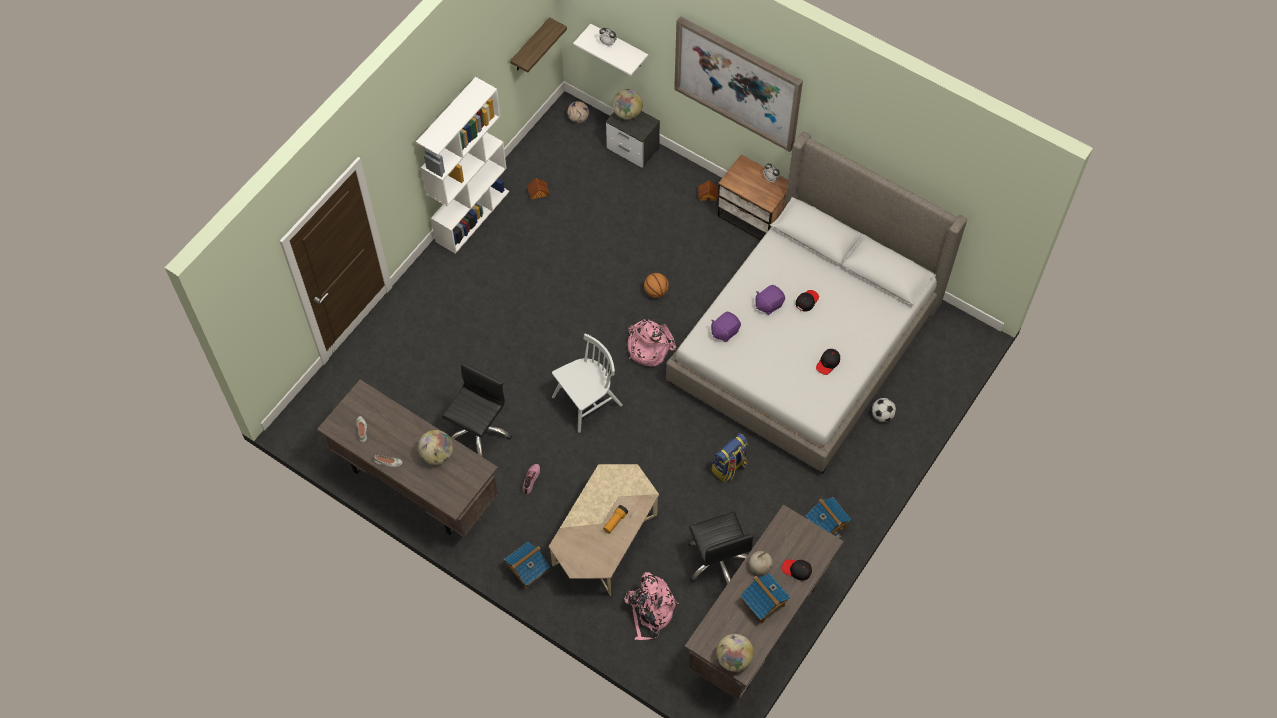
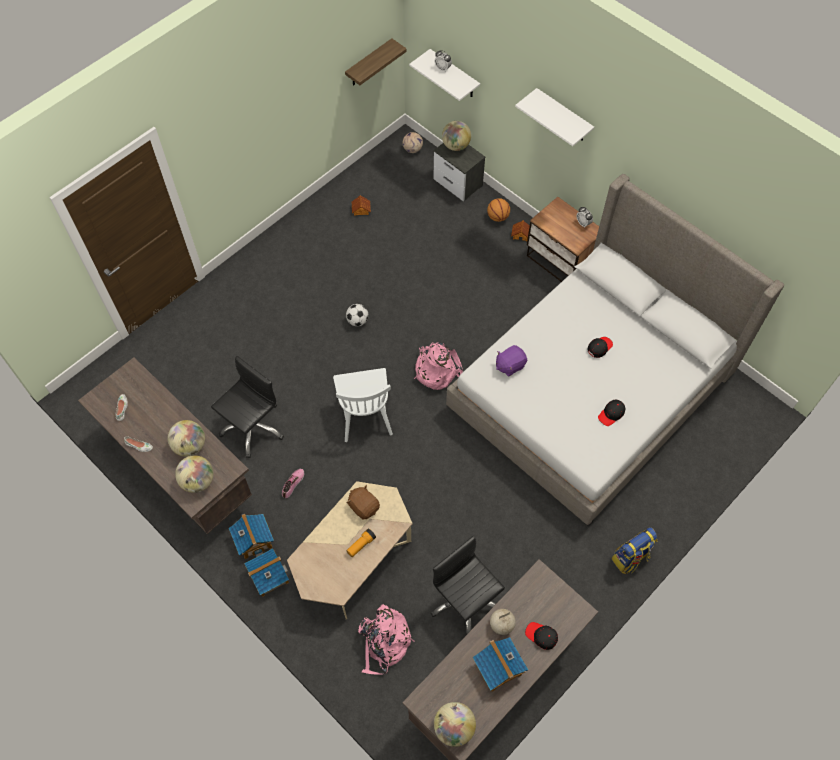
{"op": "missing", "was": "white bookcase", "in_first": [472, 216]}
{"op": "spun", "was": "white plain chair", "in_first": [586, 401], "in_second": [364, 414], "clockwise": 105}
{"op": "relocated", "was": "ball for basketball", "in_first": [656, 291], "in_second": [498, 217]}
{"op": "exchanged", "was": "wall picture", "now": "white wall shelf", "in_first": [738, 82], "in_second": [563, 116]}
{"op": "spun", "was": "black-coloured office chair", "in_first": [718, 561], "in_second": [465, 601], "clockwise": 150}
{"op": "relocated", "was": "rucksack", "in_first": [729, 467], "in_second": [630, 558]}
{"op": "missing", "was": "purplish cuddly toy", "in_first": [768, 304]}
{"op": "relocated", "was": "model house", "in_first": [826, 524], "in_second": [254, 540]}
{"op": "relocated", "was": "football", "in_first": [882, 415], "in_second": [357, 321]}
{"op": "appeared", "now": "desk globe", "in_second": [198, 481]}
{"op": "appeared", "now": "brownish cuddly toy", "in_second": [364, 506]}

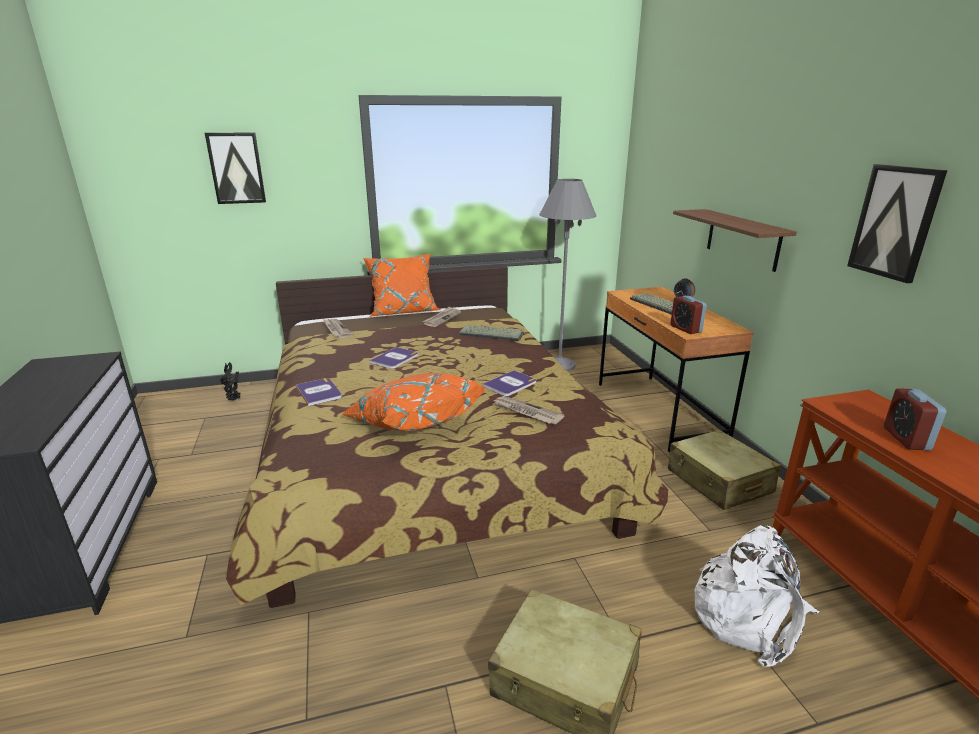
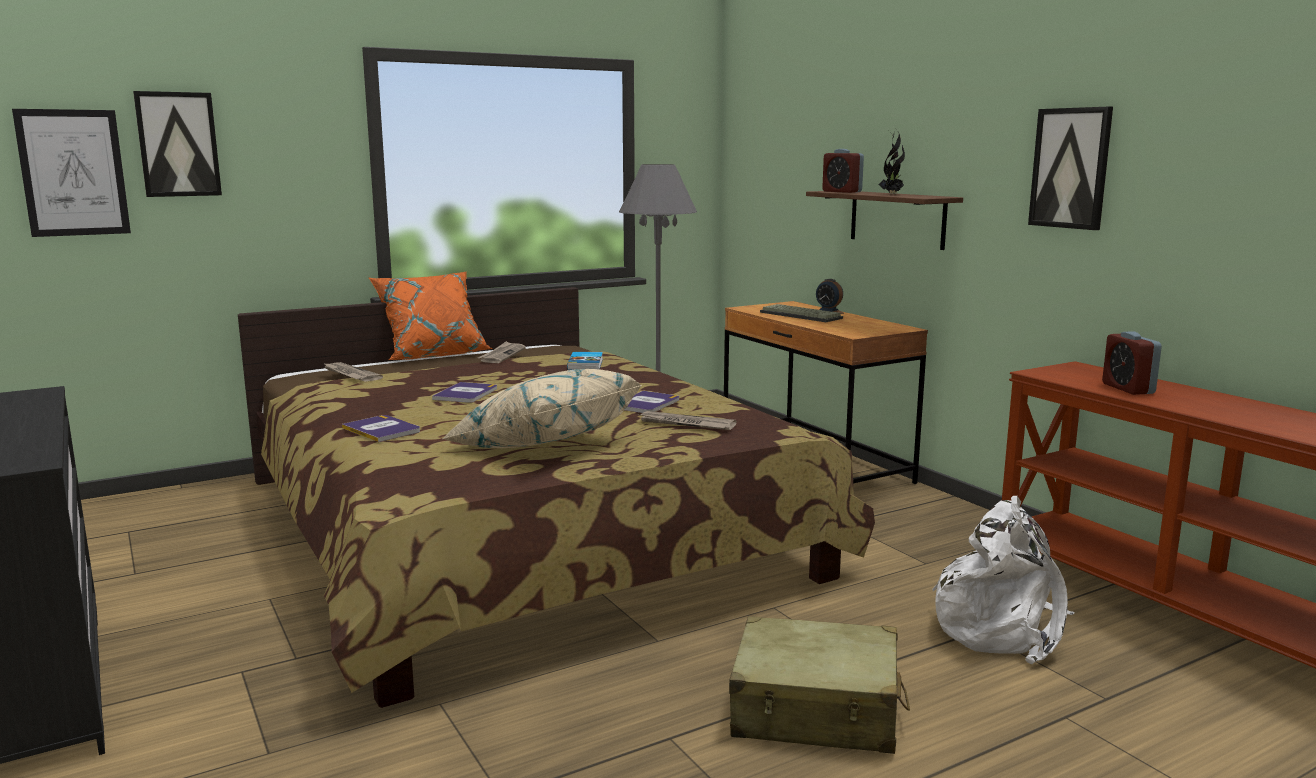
{"op": "relocated", "was": "houseplant", "in_first": [234, 400], "in_second": [892, 194]}
{"op": "colour", "was": "orange pillow", "now": "beige-coloured pillow", "in_first": [413, 423], "in_second": [543, 444]}
{"op": "exchanged", "was": "keyboard", "now": "bound book", "in_first": [492, 334], "in_second": [586, 364]}
{"op": "missing", "was": "beige-coloured piece of luggage", "in_first": [719, 481]}
{"op": "relocated", "was": "alarm clock", "in_first": [685, 329], "in_second": [842, 191]}
{"op": "appeared", "now": "wall picture", "in_second": [73, 173]}

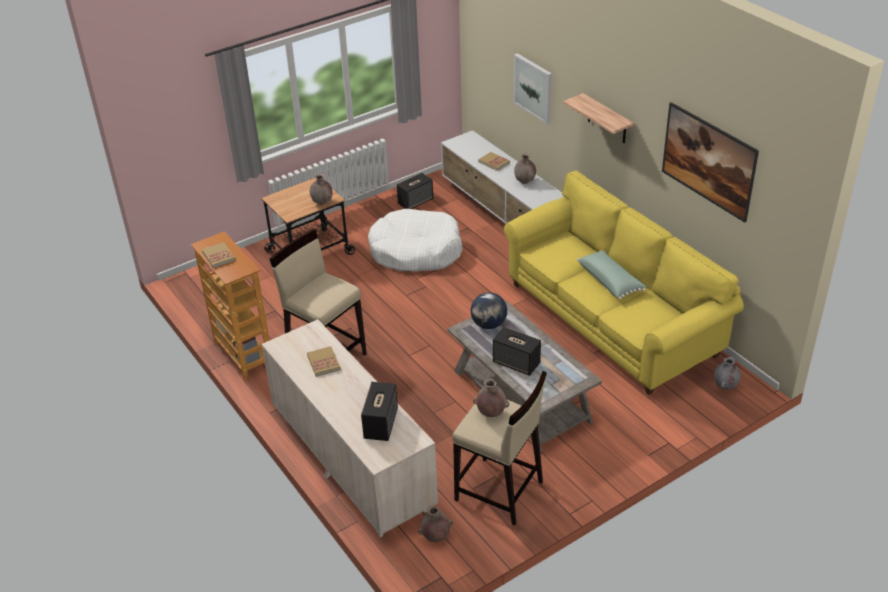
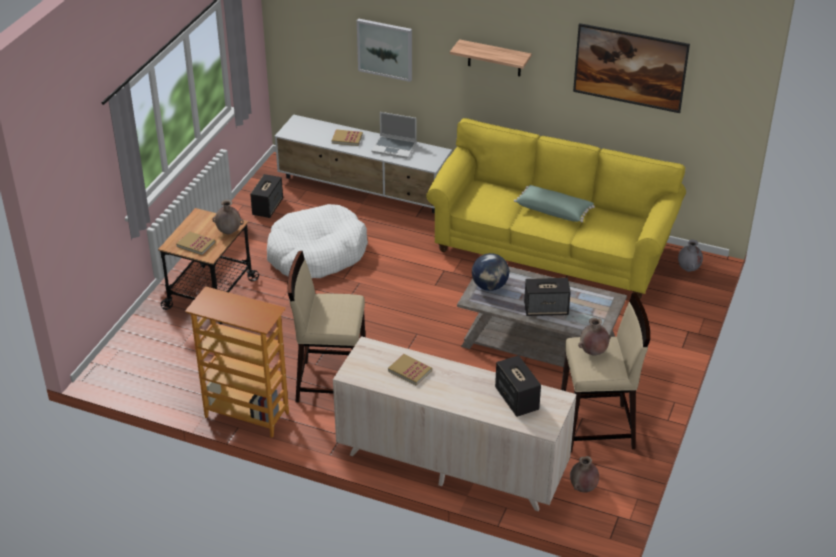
{"op": "relocated", "was": "bound book", "in_first": [218, 256], "in_second": [196, 244]}
{"op": "exchanged", "was": "brownish decorative vase", "now": "notebook computer", "in_first": [525, 182], "in_second": [395, 148]}

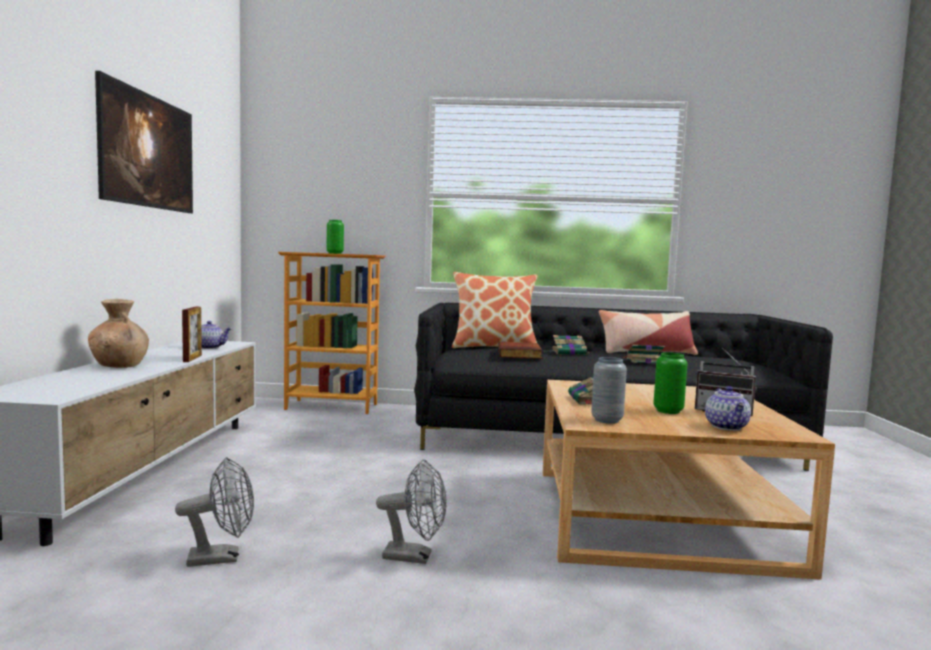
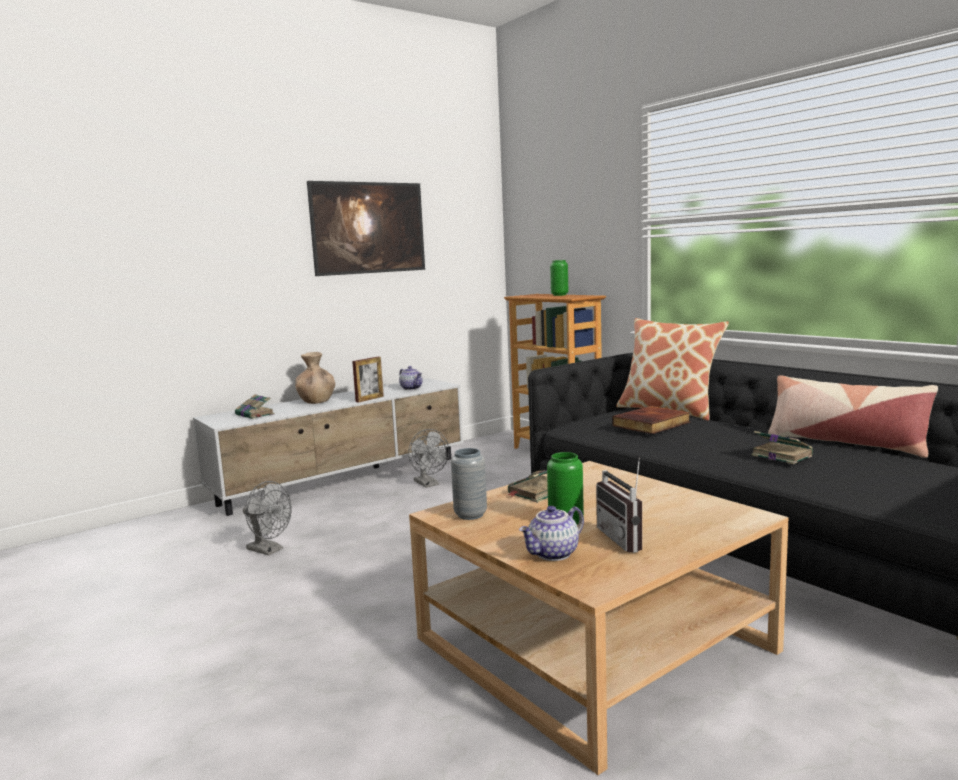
{"op": "relocated", "was": "grey cooling fan", "in_first": [415, 556], "in_second": [429, 484]}
{"op": "relocated", "was": "bound book", "in_first": [569, 353], "in_second": [255, 414]}

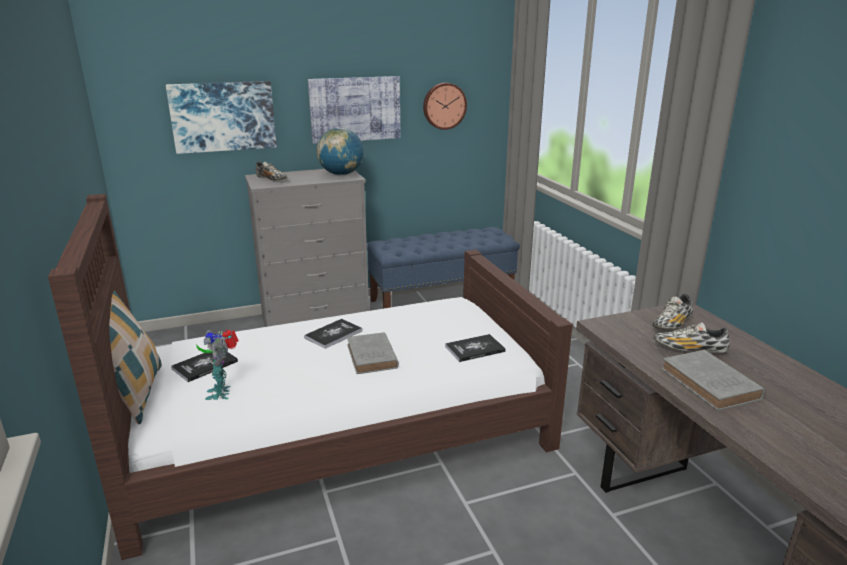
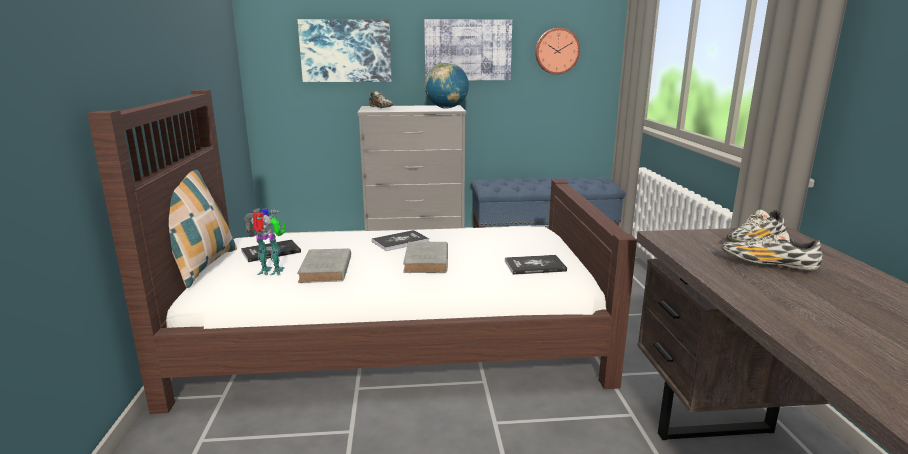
{"op": "spun", "was": "robot figure", "in_first": [222, 392], "in_second": [272, 272], "clockwise": 90}
{"op": "relocated", "was": "grey bound book", "in_first": [711, 385], "in_second": [325, 270]}

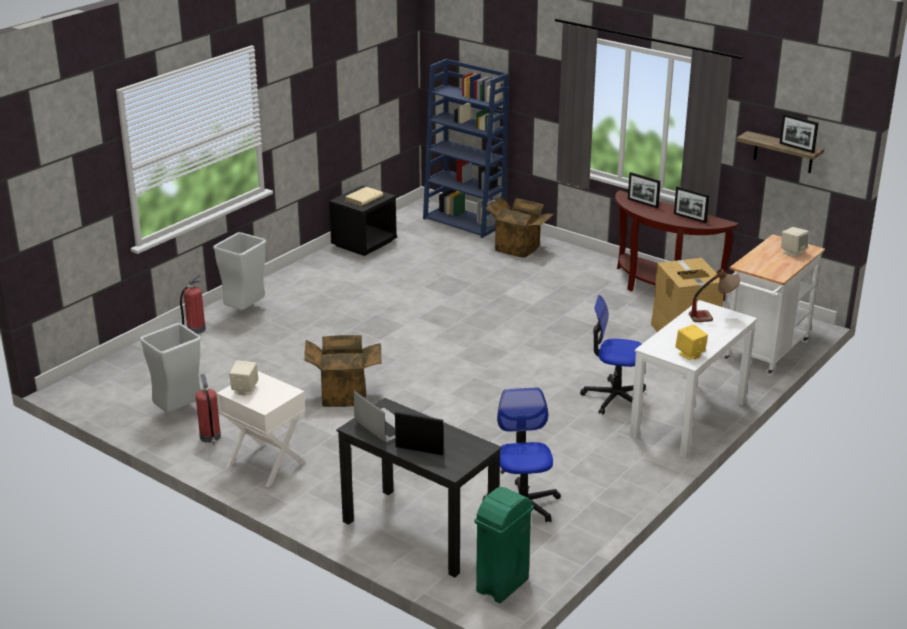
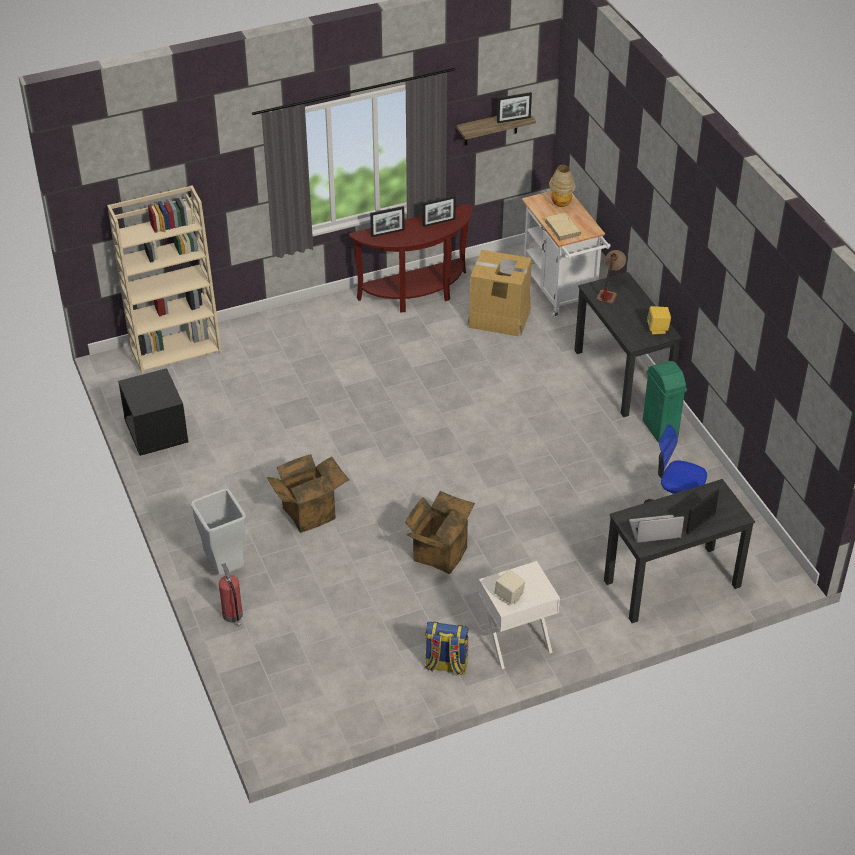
{"op": "missing", "was": "grey rubbish bin", "in_first": [179, 412]}
{"op": "exchanged", "was": "fire-fighting cylinder", "now": "rucksack", "in_first": [210, 437], "in_second": [446, 665]}
{"op": "relocated", "was": "beige-coloured bound book", "in_first": [364, 199], "in_second": [563, 228]}
{"op": "colour", "was": "bluish bookcase", "now": "beige-coloured bookcase", "in_first": [465, 222], "in_second": [176, 349]}
{"op": "relocated", "was": "greenish rubbish bin", "in_first": [501, 586], "in_second": [660, 429]}
{"op": "relocated", "was": "packing box", "in_first": [519, 247], "in_second": [308, 511]}
{"op": "missing", "was": "office chair", "in_first": [614, 398]}
{"op": "colour", "was": "white desk", "now": "black-coloured desk", "in_first": [688, 419], "in_second": [622, 376]}
{"op": "exchanged", "was": "beige-coloured audio speaker", "now": "lamp for a table", "in_first": [793, 252], "in_second": [560, 204]}

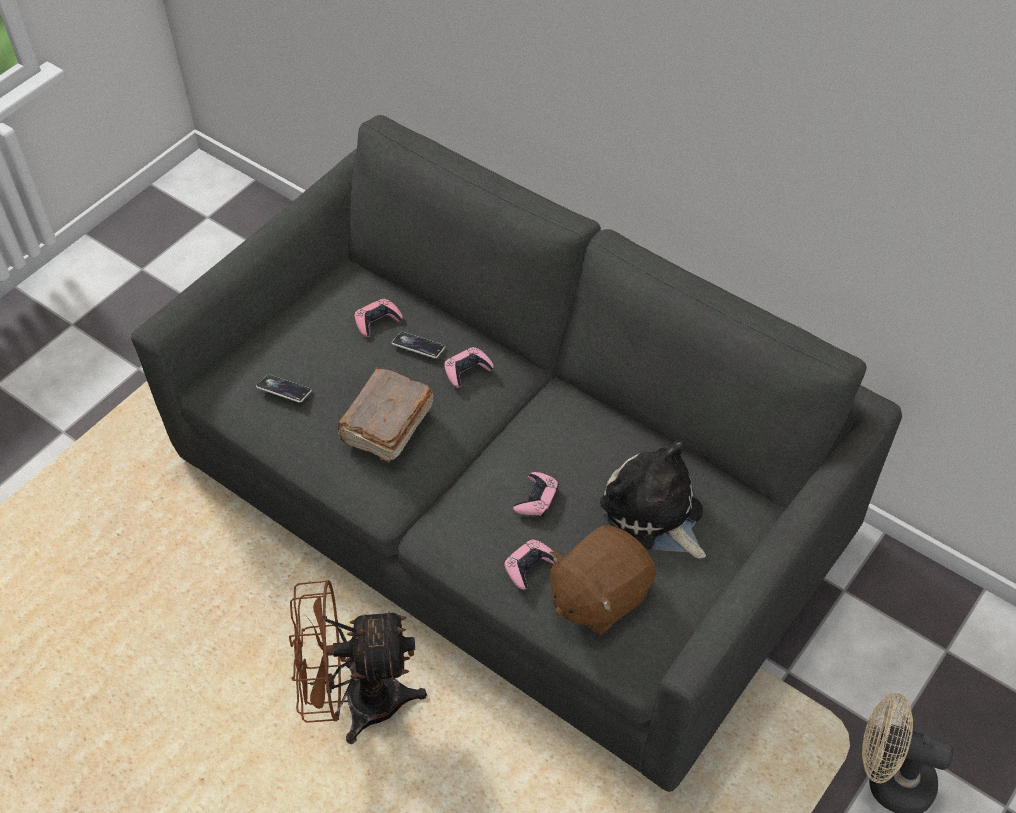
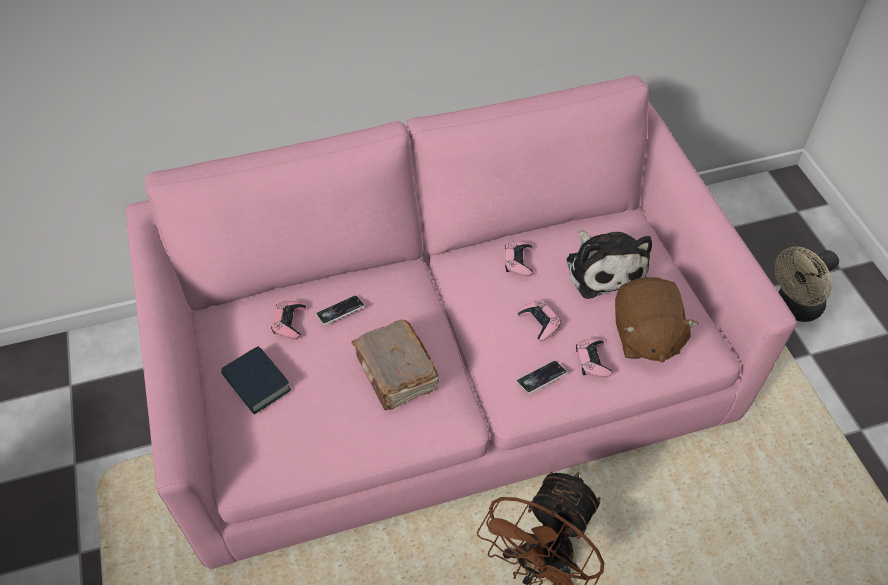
{"op": "colour", "was": "grey sofa", "now": "pinkish sofa", "in_first": [512, 496], "in_second": [445, 367]}
{"op": "relocated", "was": "handset", "in_first": [284, 390], "in_second": [541, 379]}
{"op": "relocated", "was": "pinkish gamepad", "in_first": [467, 370], "in_second": [518, 261]}
{"op": "spun", "was": "cuddly toy", "in_first": [654, 515], "in_second": [604, 268], "clockwise": -105}
{"op": "appeared", "now": "bound book", "in_second": [257, 384]}

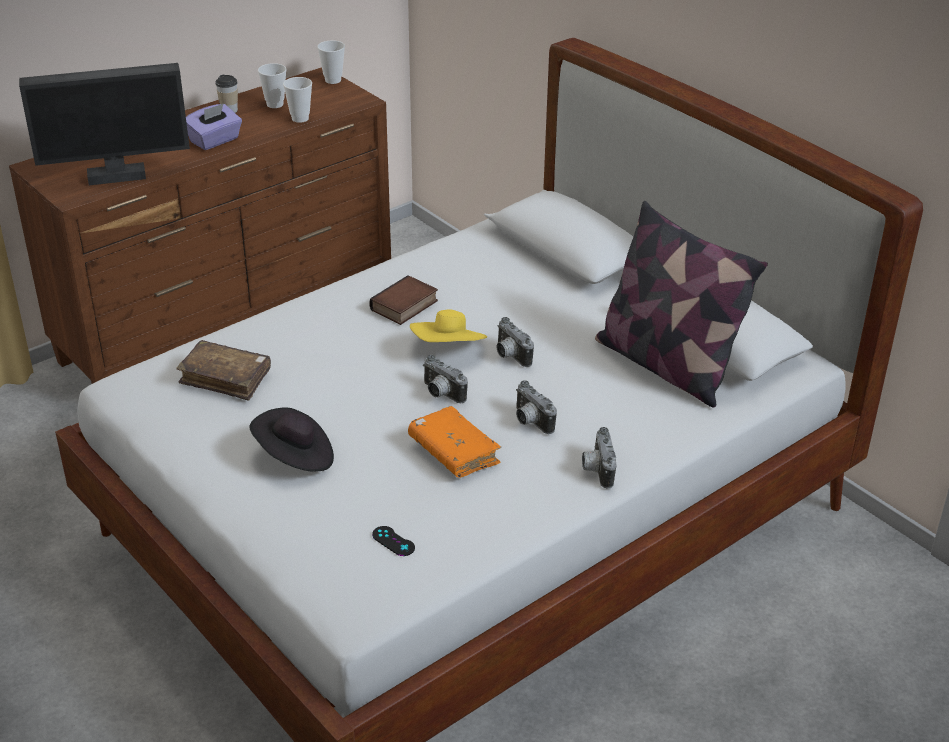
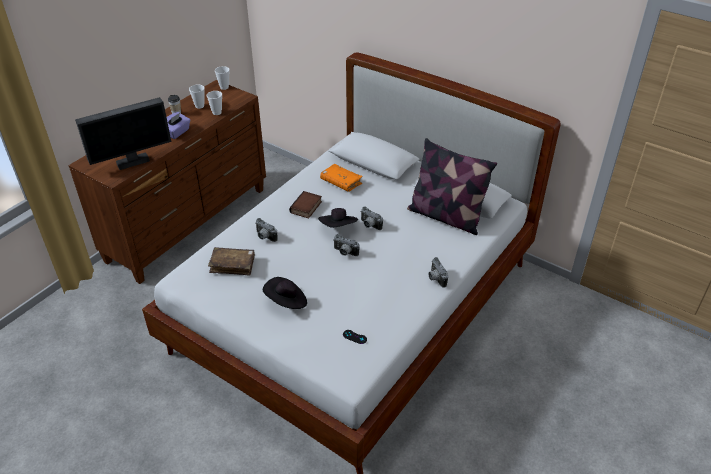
{"op": "relocated", "was": "orange bound book", "in_first": [453, 452], "in_second": [341, 182]}
{"op": "colour", "was": "yellowish hat", "now": "black-coloured hat", "in_first": [449, 349], "in_second": [338, 227]}
{"op": "relocated", "was": "still camera", "in_first": [529, 421], "in_second": [264, 237]}

